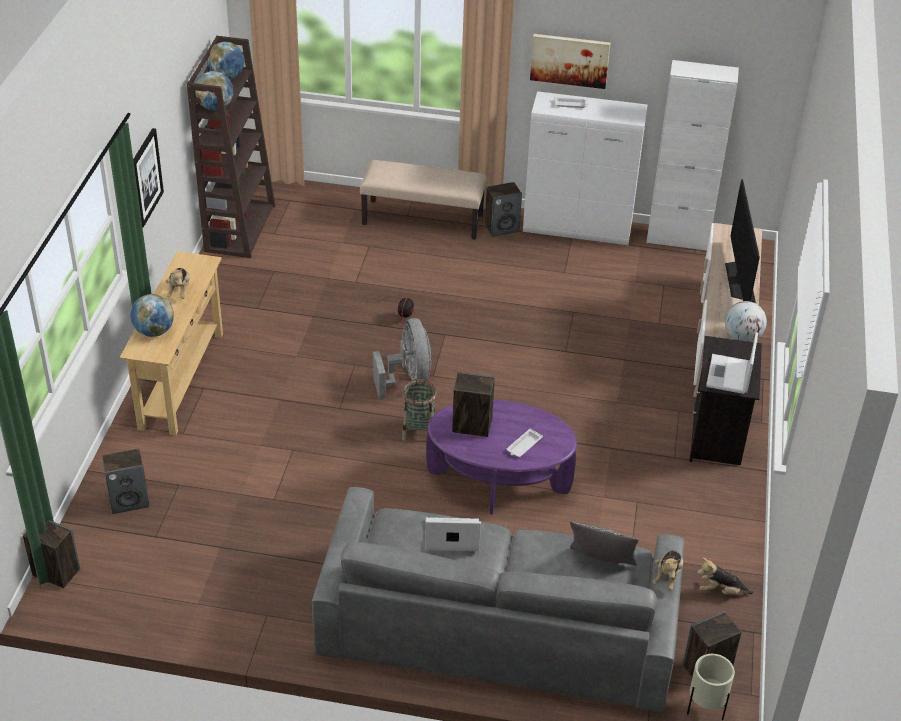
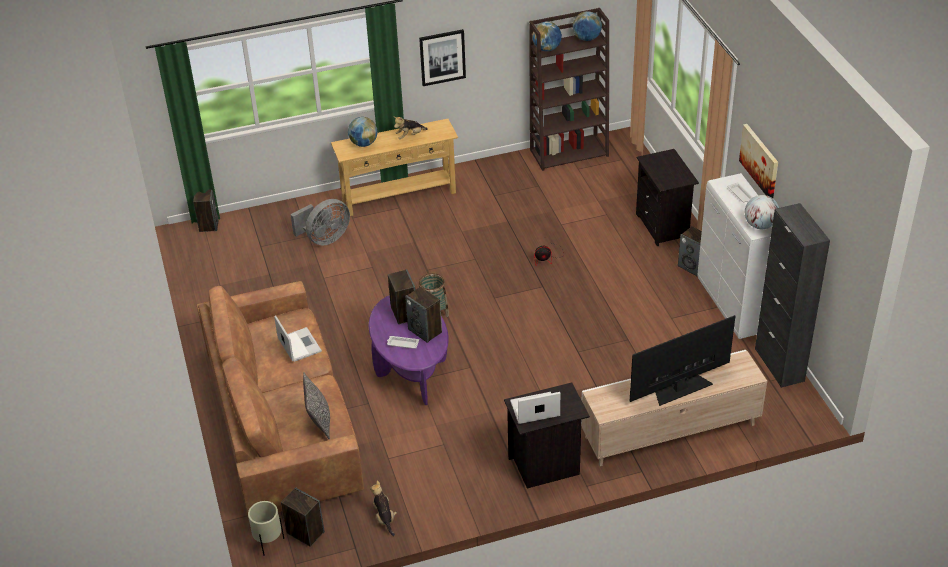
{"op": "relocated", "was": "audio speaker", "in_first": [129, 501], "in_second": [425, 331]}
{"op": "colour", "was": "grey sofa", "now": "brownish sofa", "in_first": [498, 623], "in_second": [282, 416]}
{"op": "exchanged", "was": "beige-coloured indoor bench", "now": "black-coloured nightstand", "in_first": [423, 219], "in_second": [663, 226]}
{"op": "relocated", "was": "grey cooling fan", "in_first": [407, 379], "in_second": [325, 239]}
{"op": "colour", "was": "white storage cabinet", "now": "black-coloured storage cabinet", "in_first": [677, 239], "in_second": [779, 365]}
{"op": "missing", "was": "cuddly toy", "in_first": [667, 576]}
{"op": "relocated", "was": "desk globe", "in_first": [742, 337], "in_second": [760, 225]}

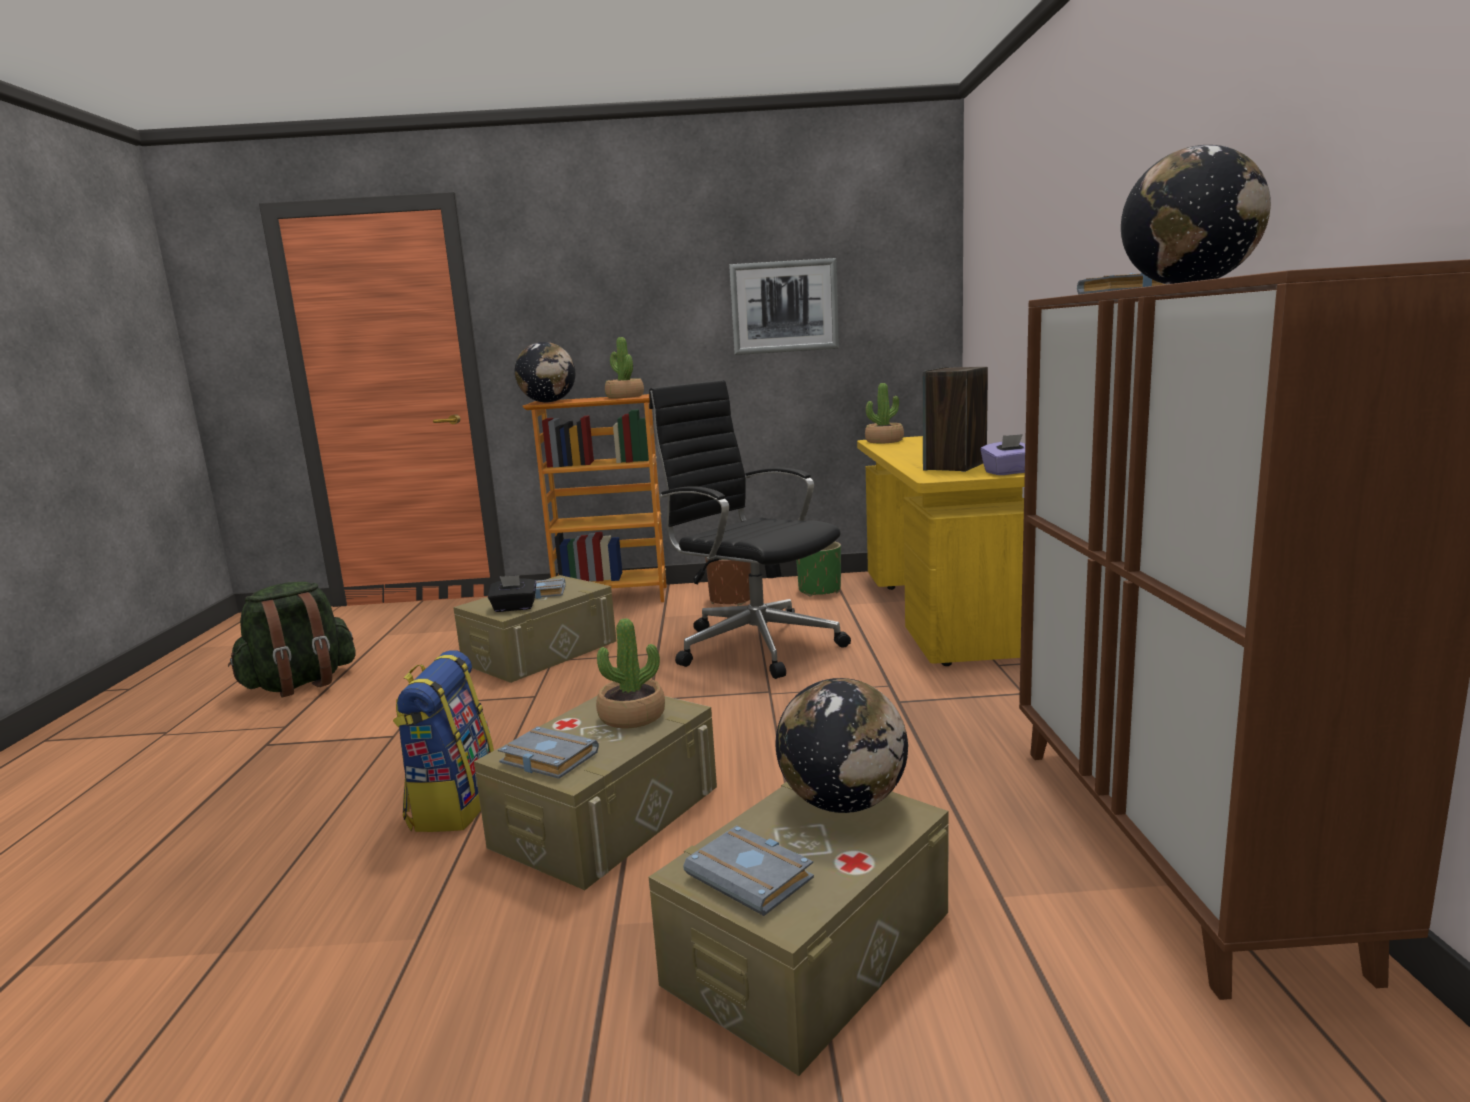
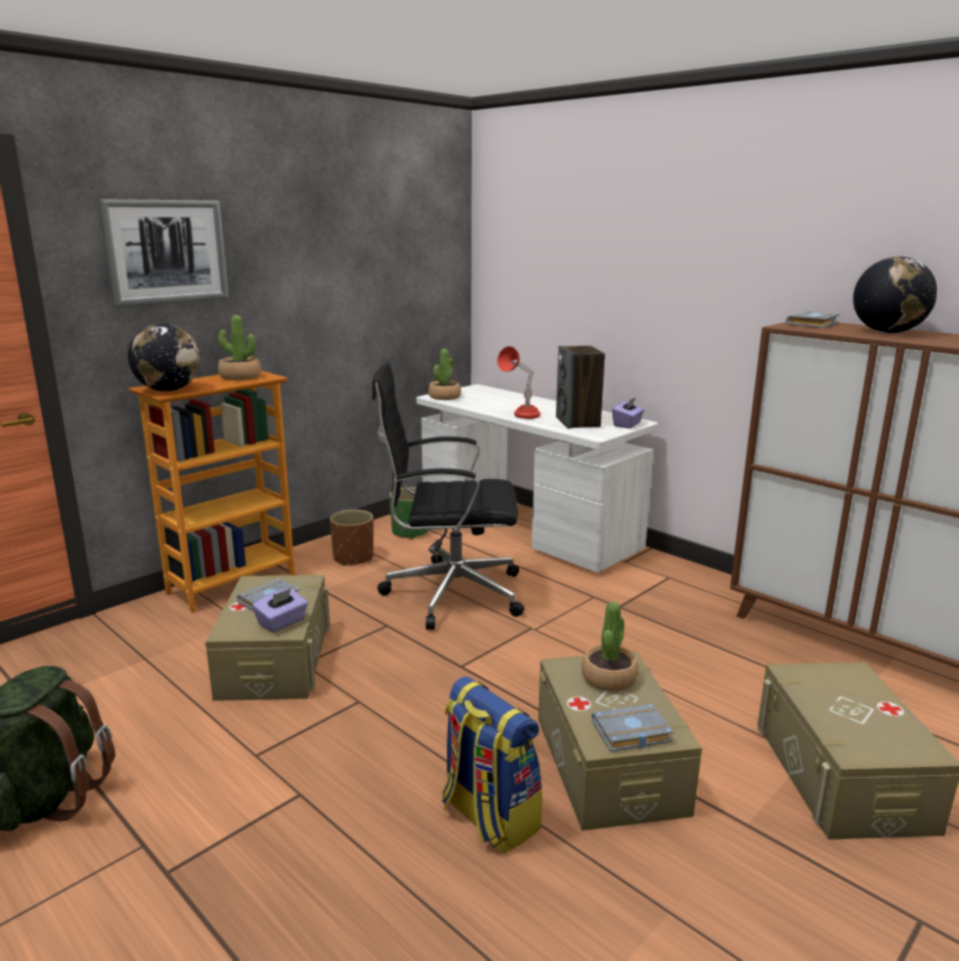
{"op": "colour", "was": "black-coloured tissue box", "now": "purplish tissue box", "in_first": [514, 608], "in_second": [282, 623]}
{"op": "missing", "was": "grey bound book", "in_first": [753, 877]}
{"op": "relocated", "was": "wall picture", "in_first": [784, 307], "in_second": [166, 252]}
{"op": "missing", "was": "desk globe", "in_first": [843, 803]}
{"op": "colour", "was": "yellowish desk", "now": "white desk", "in_first": [942, 612], "in_second": [527, 529]}
{"op": "appeared", "now": "red-coloured lamp for a table", "in_second": [520, 417]}

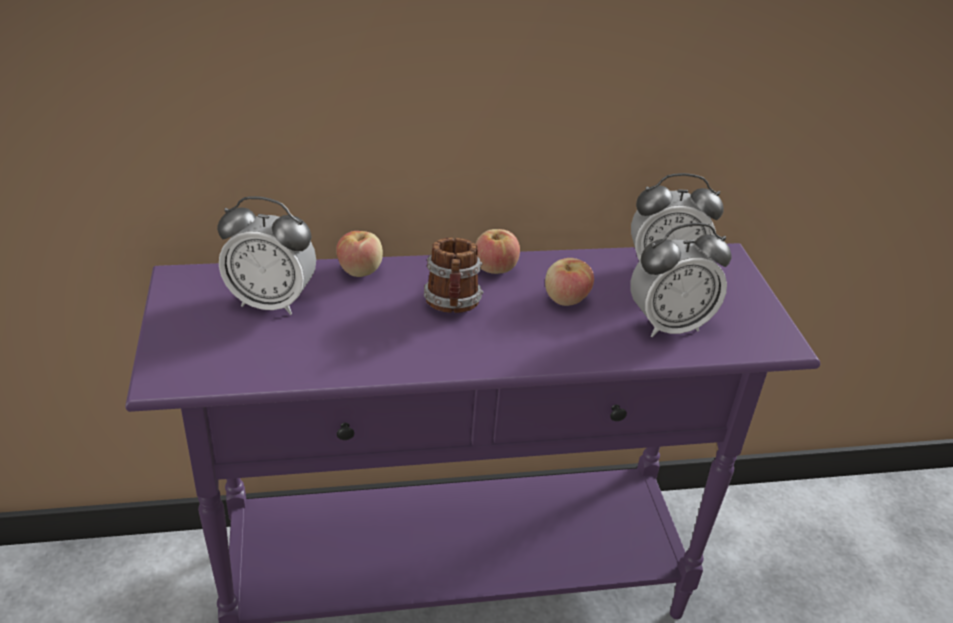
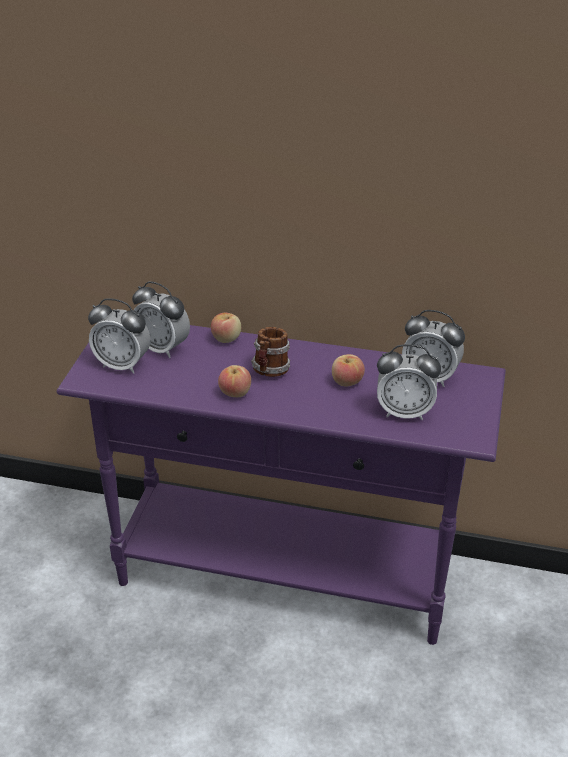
{"op": "relocated", "was": "whole apple", "in_first": [495, 268], "in_second": [235, 393]}
{"op": "appeared", "now": "alarm clock", "in_second": [122, 365]}

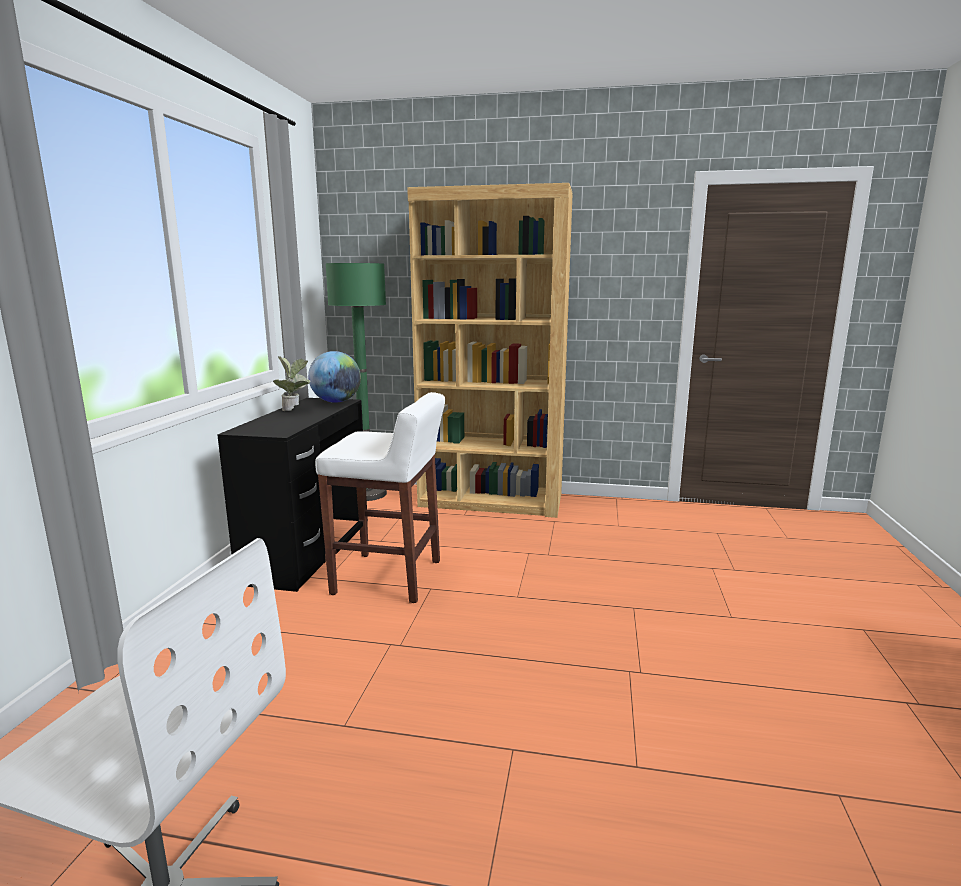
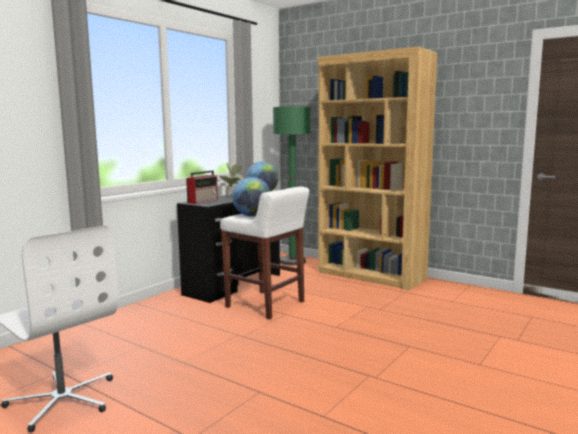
{"op": "appeared", "now": "radio", "in_second": [203, 201]}
{"op": "appeared", "now": "desk globe", "in_second": [252, 216]}

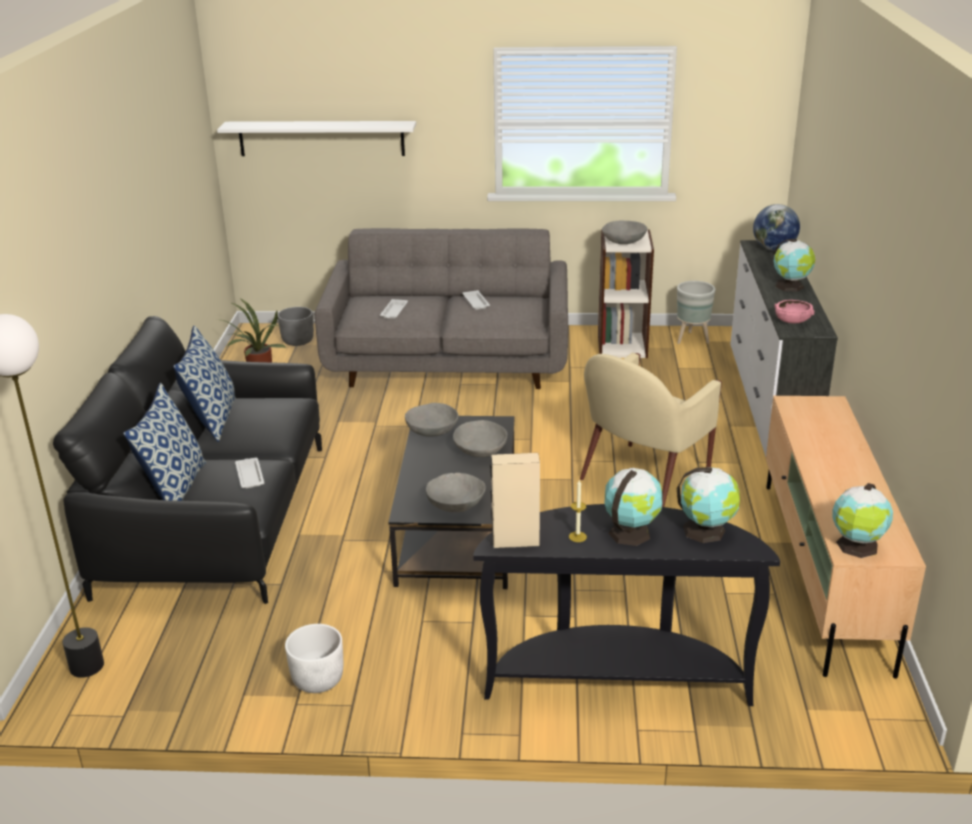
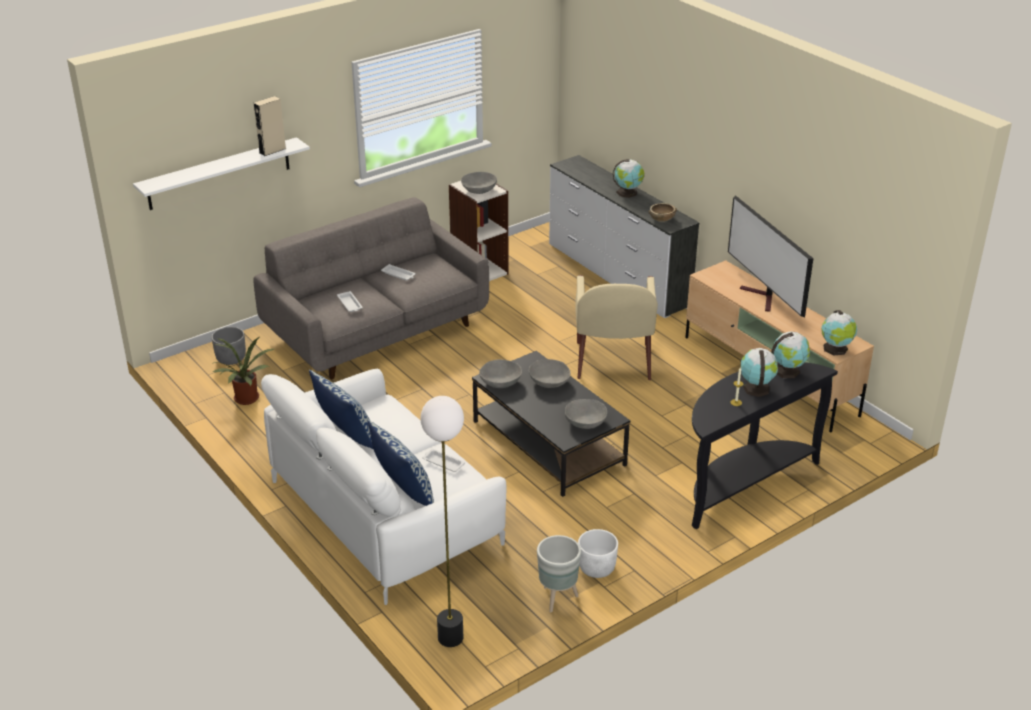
{"op": "colour", "was": "black-coloured sofa", "now": "white sofa", "in_first": [216, 518], "in_second": [385, 512]}
{"op": "relocated", "was": "beige-coloured audio speaker", "in_first": [515, 542], "in_second": [272, 150]}
{"op": "relocated", "was": "grey plant pot", "in_first": [691, 339], "in_second": [557, 598]}
{"op": "missing", "was": "desk globe", "in_first": [773, 249]}
{"op": "colour", "was": "pinkish serving bowl", "now": "brownish serving bowl", "in_first": [792, 321], "in_second": [662, 219]}
{"op": "appeared", "now": "TV set", "in_second": [763, 298]}

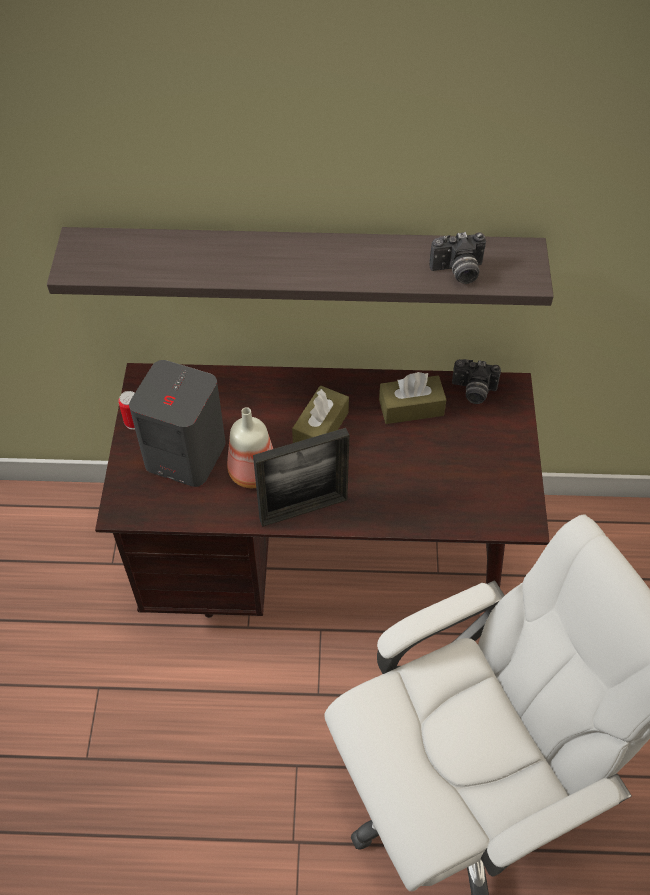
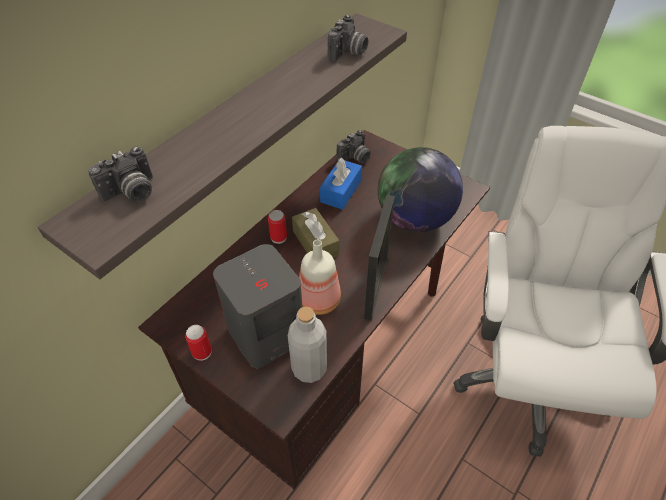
{"op": "colour", "was": "brownish tissue box", "now": "bluish tissue box", "in_first": [411, 407], "in_second": [341, 191]}
{"op": "appeared", "now": "still camera", "in_second": [131, 193]}
{"op": "appeared", "now": "sealed can", "in_second": [278, 237]}
{"op": "appeared", "now": "grey bottle", "in_second": [309, 368]}
{"op": "appeared", "now": "desk globe", "in_second": [414, 219]}

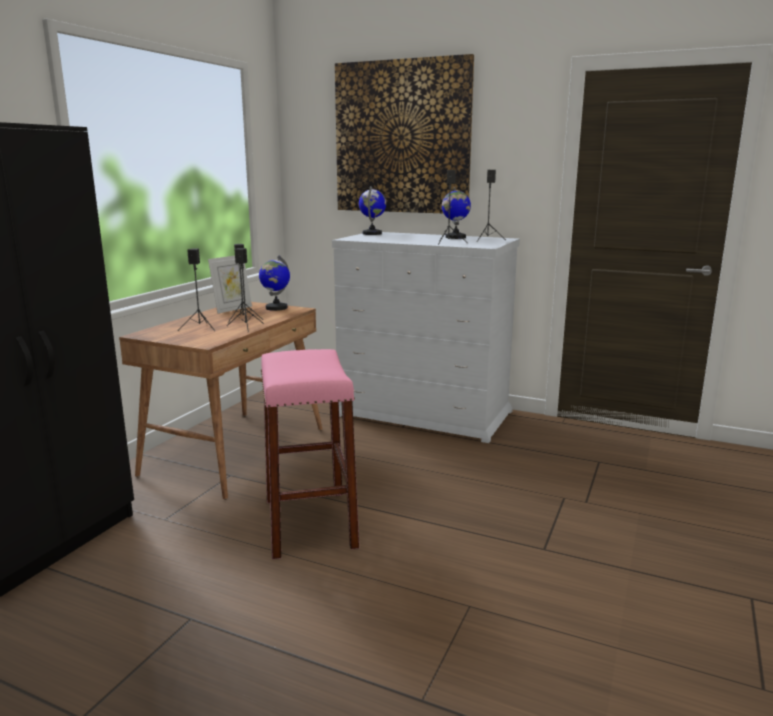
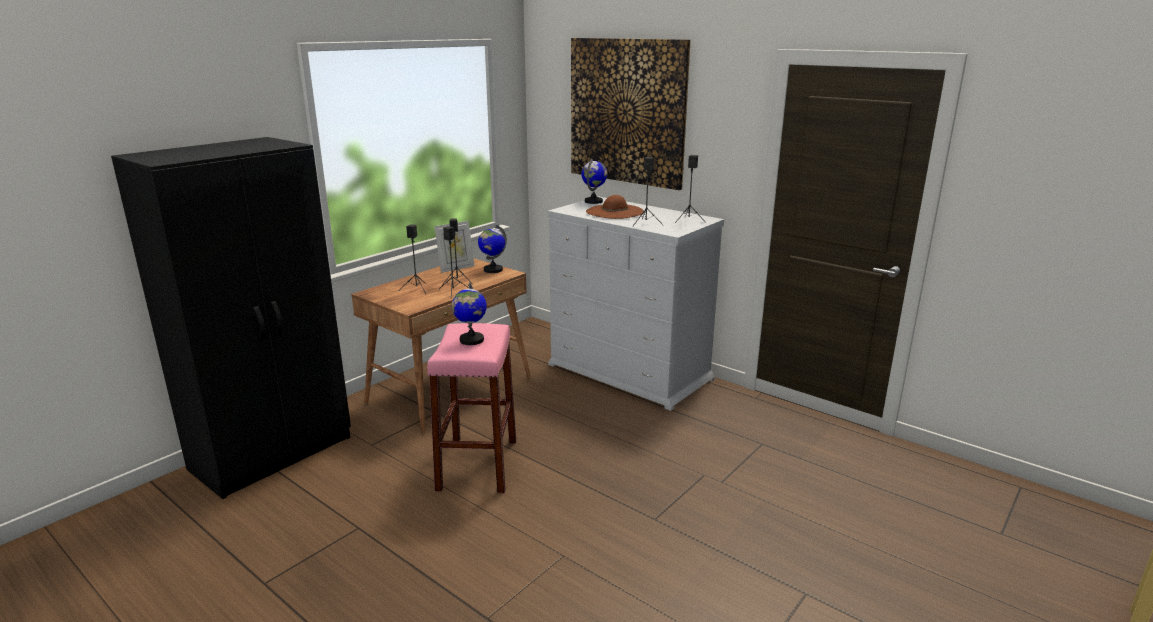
{"op": "relocated", "was": "desk globe", "in_first": [455, 237], "in_second": [471, 340]}
{"op": "appeared", "now": "brownish hat", "in_second": [614, 212]}

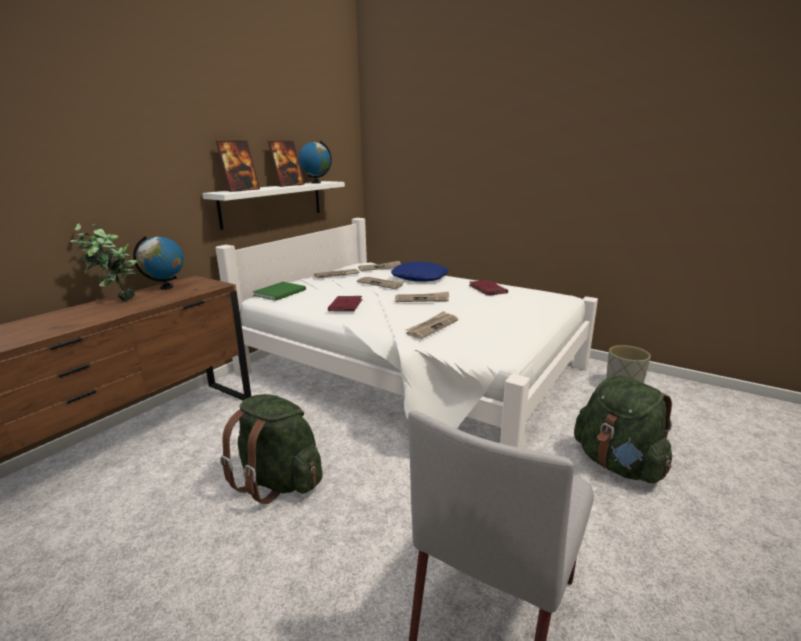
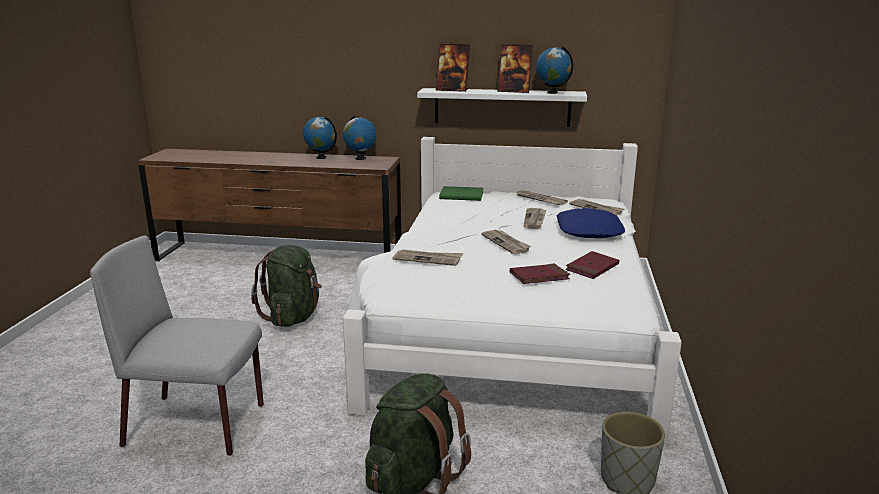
{"op": "exchanged", "was": "houseplant", "now": "desk globe", "in_first": [116, 301], "in_second": [321, 157]}
{"op": "relocated", "was": "red-coloured bound book", "in_first": [345, 306], "in_second": [539, 276]}

